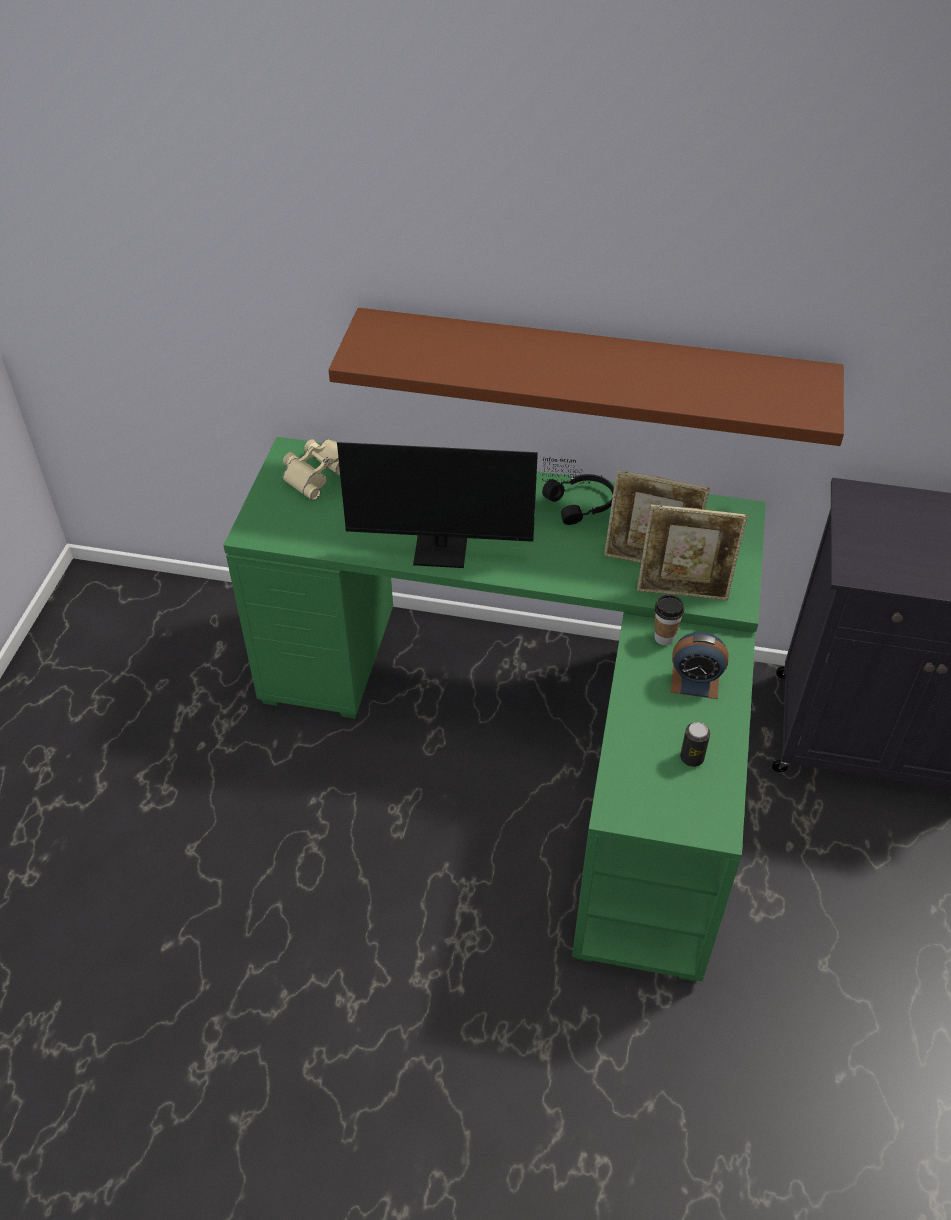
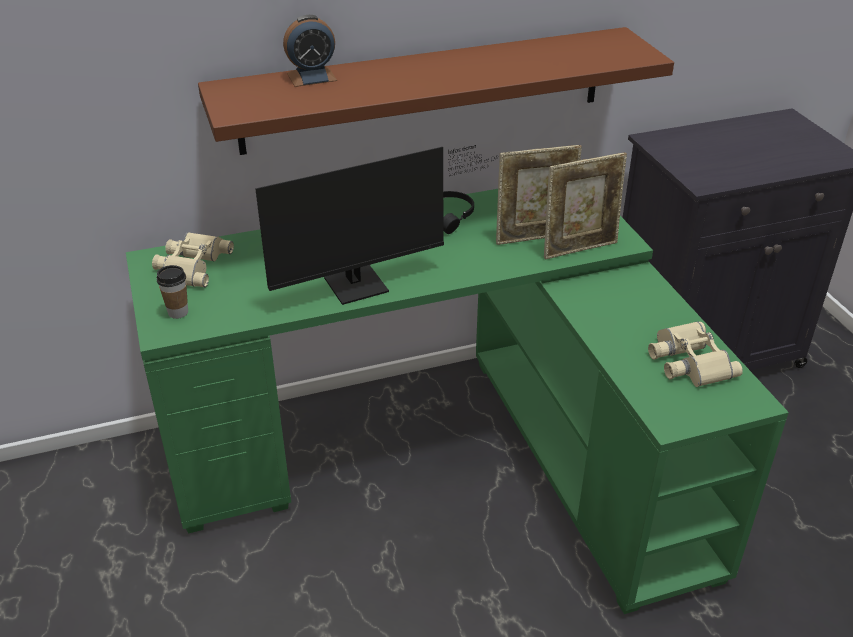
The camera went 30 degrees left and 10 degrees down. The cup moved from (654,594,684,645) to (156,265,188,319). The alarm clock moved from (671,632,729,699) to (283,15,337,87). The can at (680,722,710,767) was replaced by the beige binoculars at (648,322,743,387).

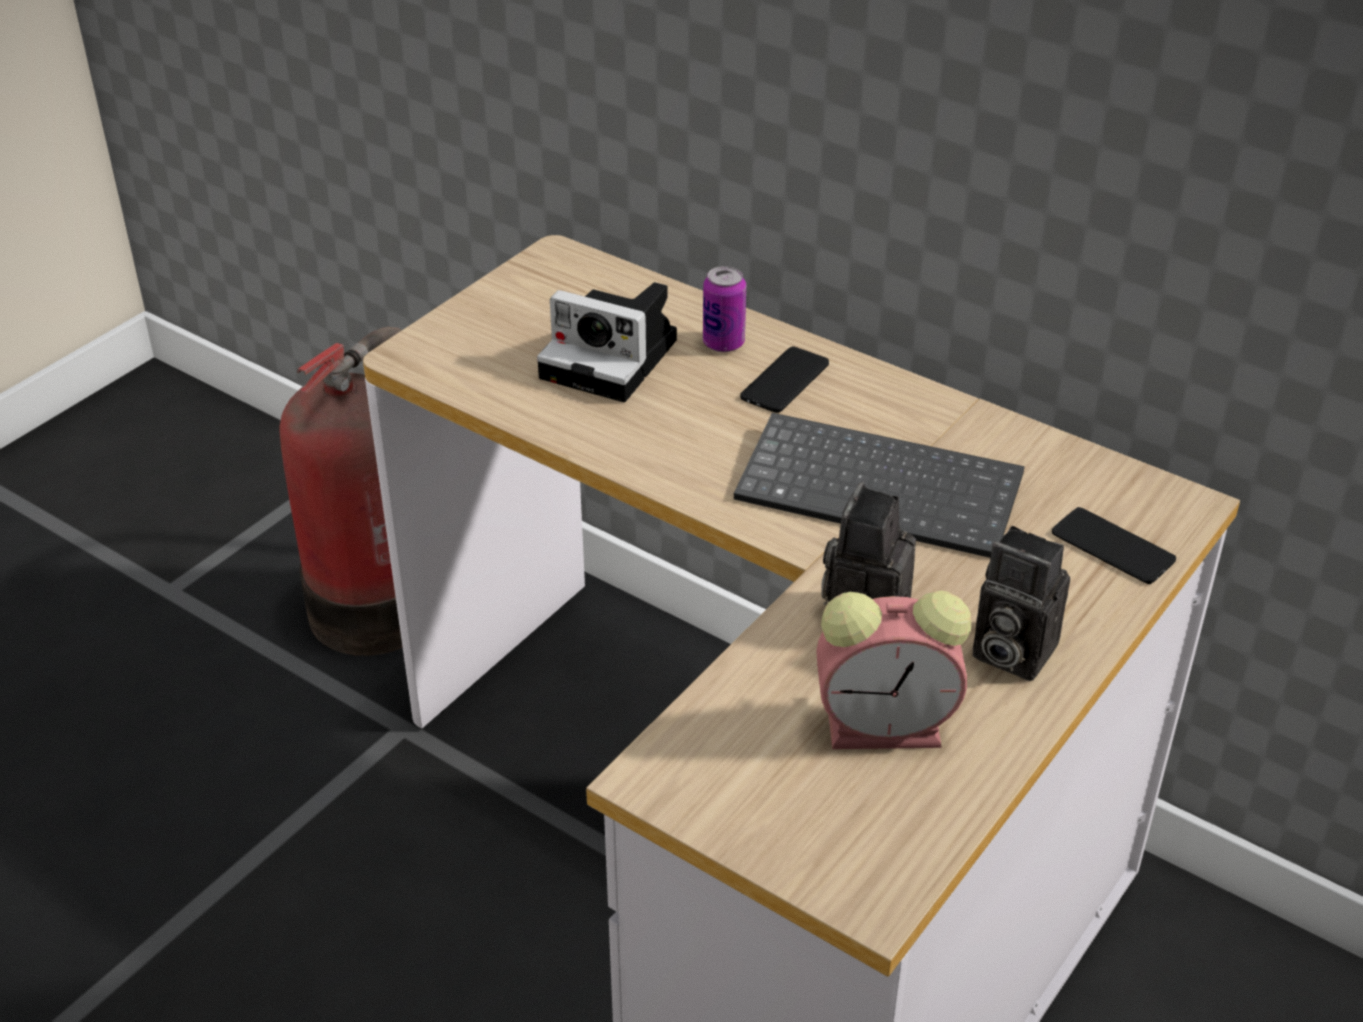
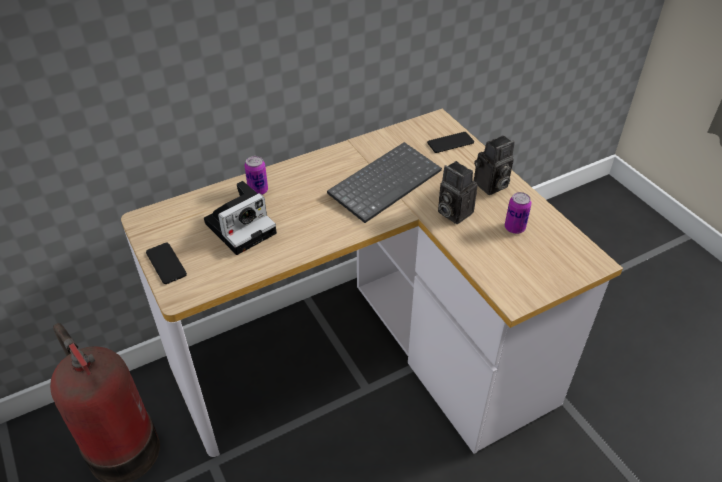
The camera went 65 degrees left and 5 degrees up. The phone moved from (740,346,829,413) to (146,243,187,284). The alarm clock at (817,591,971,749) was replaced by the can at (505,192,532,234).

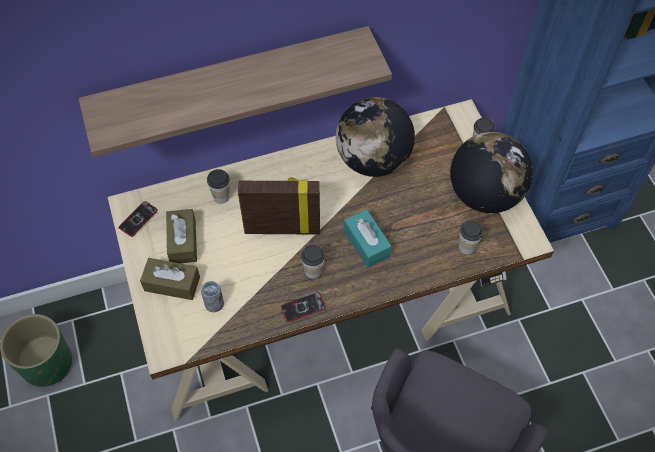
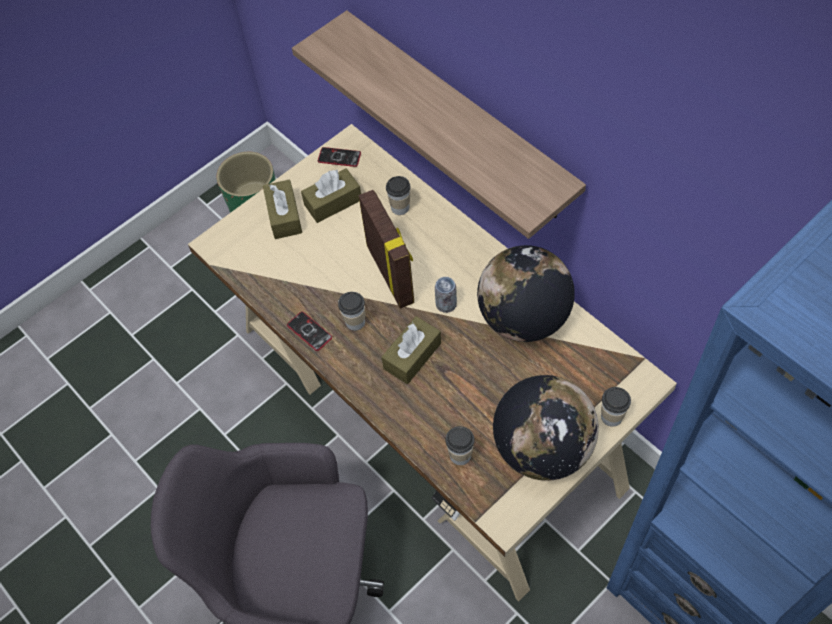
The camera went 70 degrees right and 0 degrees up. The turquoise tissue box at (344,209,392,268) became the brown tissue box at (382,316,441,384). The can moved from (201,281,224,312) to (435,277,457,313).

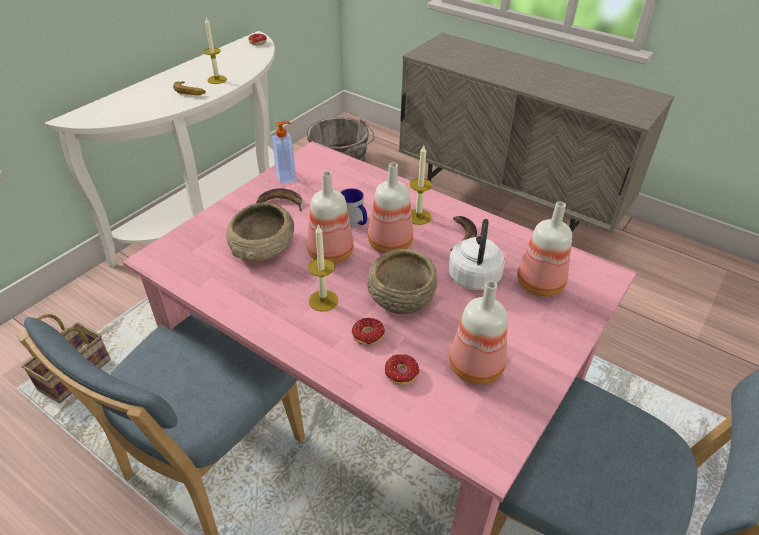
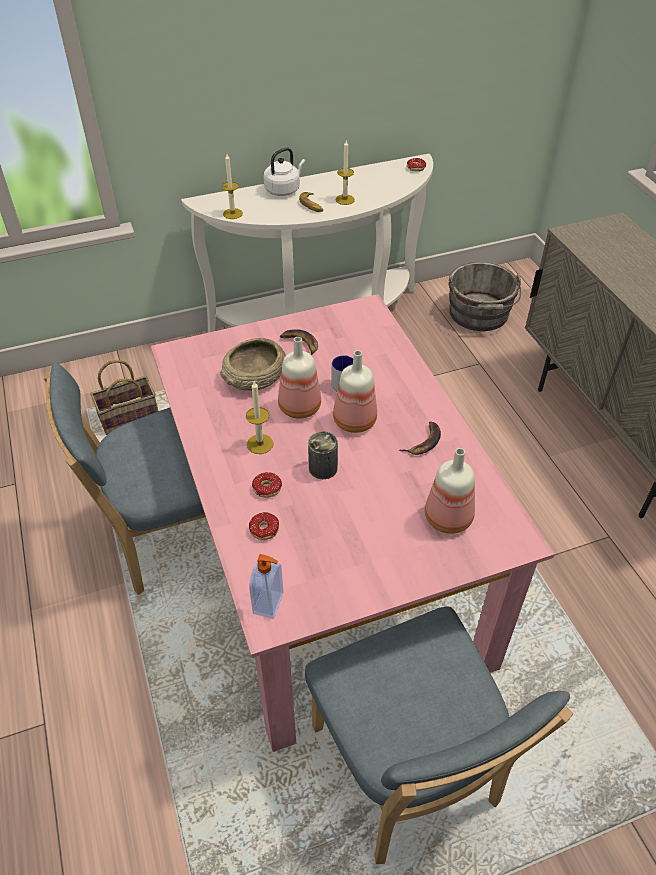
The camera went 35 degrees right and 5 degrees up. The candle moved from (410,145,432,225) to (222,154,243,219). The soap dispenser moved from (272,121,296,184) to (249,554,283,619). The white kettle moved from (449,219,505,290) to (264,147,305,196). The beige bowl at (367,249,437,314) was replaced by the can at (308,432,338,479). The bottle at (449,281,507,385) disappeared.

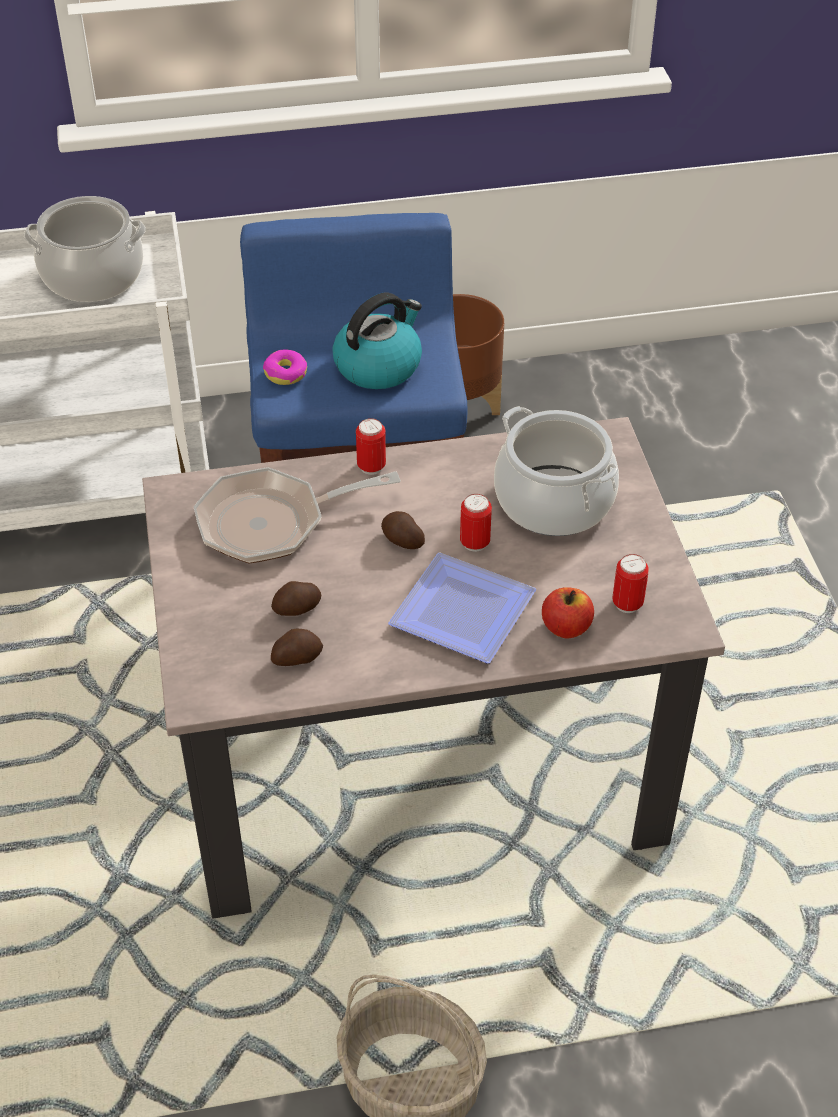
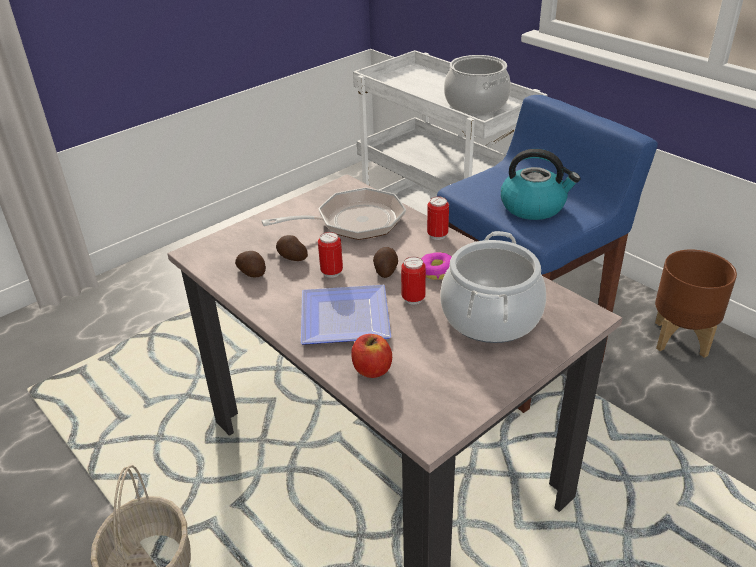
The camera went 60 degrees right and 10 degrees down. The frying pan at (193,467,401,564) turned 120 degrees clockwise. The can moved from (612,554,649,613) to (318,232,343,278). The donut moved from (263,349,307,385) to (421,252,452,280).

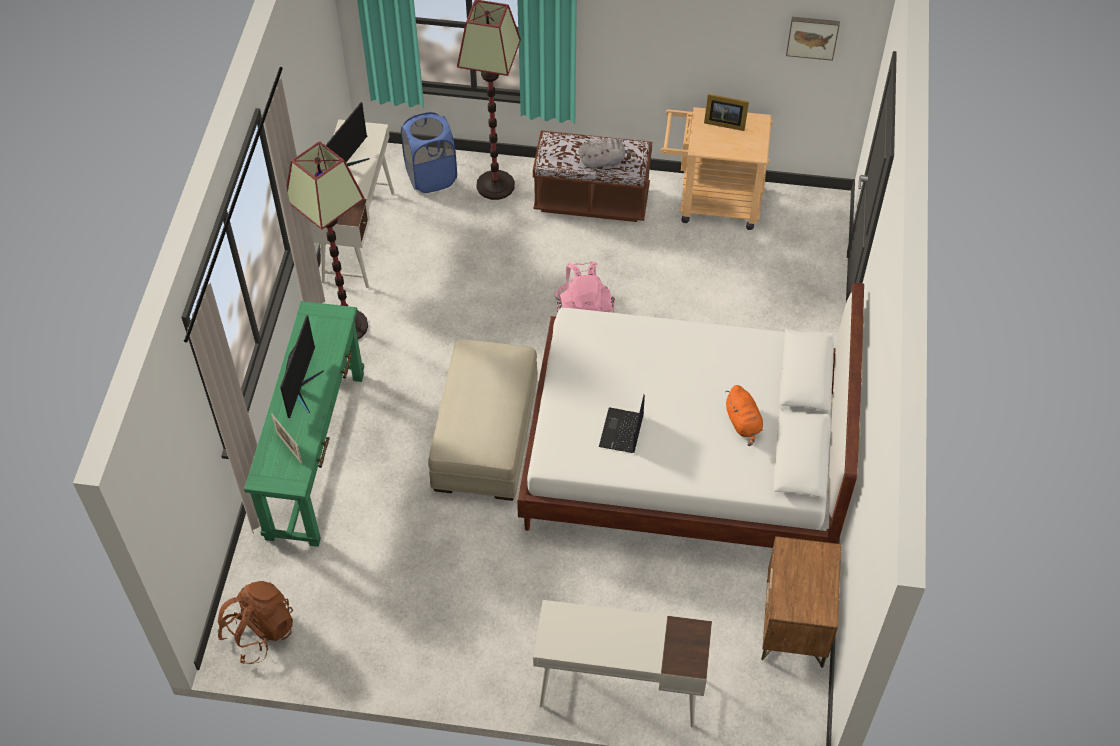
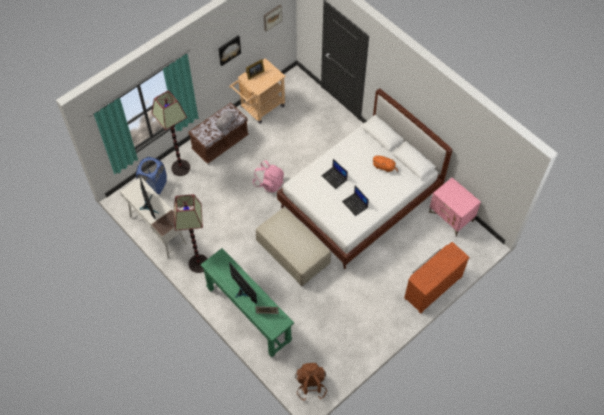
The camera went 50 degrees left and 5 degrees up. The picture at (218,35,241,66) appeared. The laptop at (321,159,348,189) appeared. The white desk at (533,600,712,727) was replaced by the brown dresser at (404,242,470,314). The brown nightstand at (761,536,841,668) became the pink nightstand at (429,178,481,236).

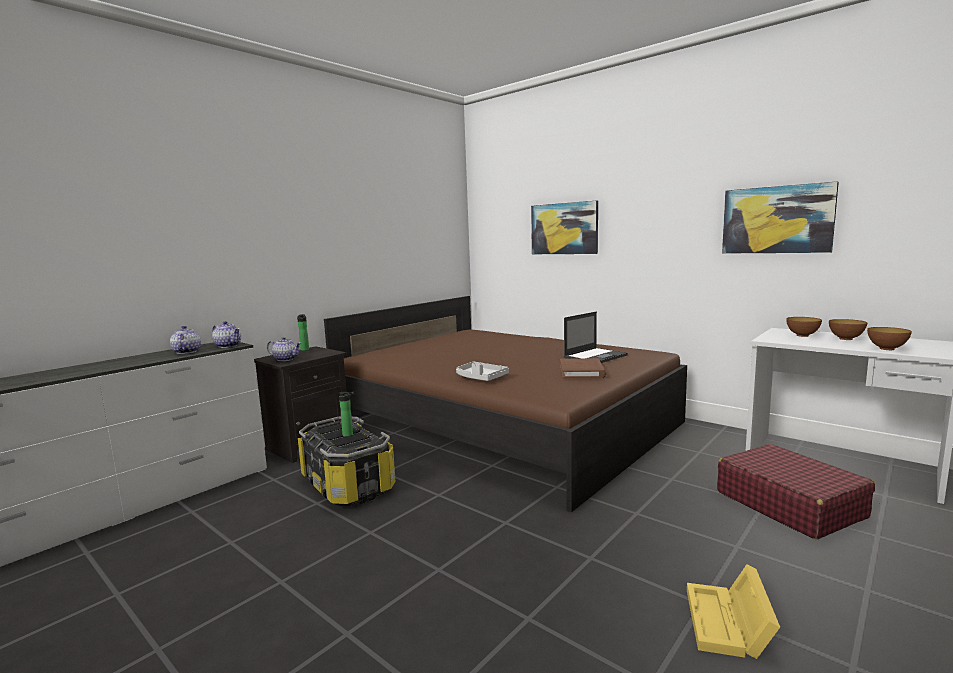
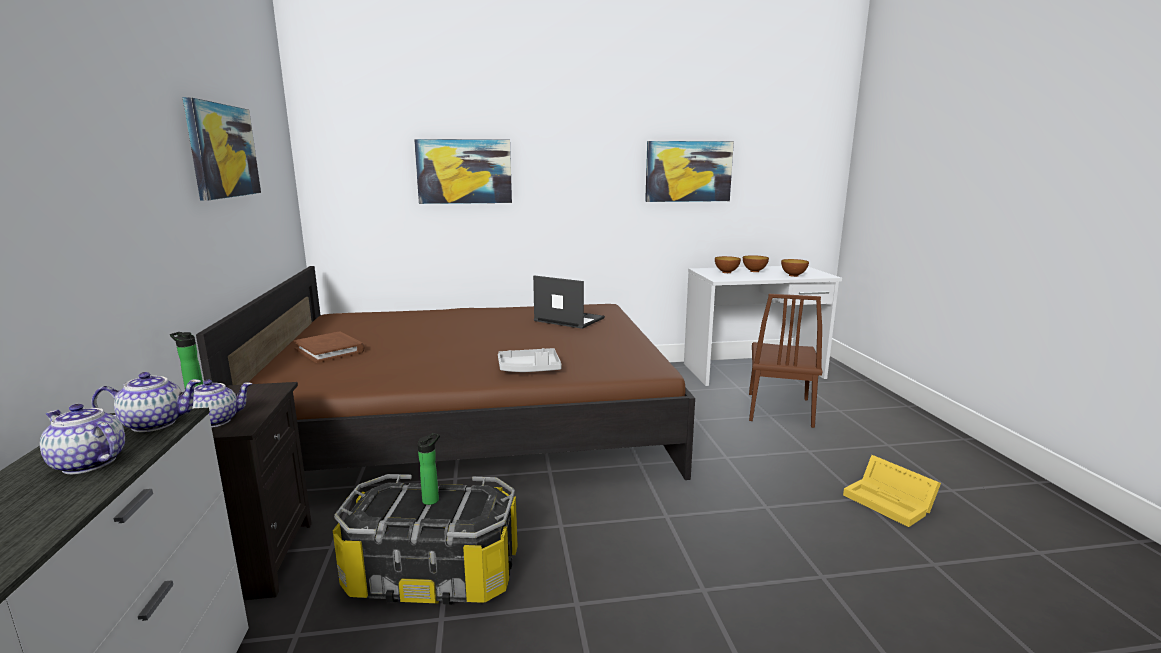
The camera went 50 degrees left and 5 degrees up. The picture at (183,97,261,201) appeared. The brown book moved from (560,358,606,379) to (293,331,365,363). The laptop at (564,312,628,363) turned 60 degrees counterclockwise. The red suitcase at (717,444,875,539) was replaced by the brown chair at (749,294,823,428).

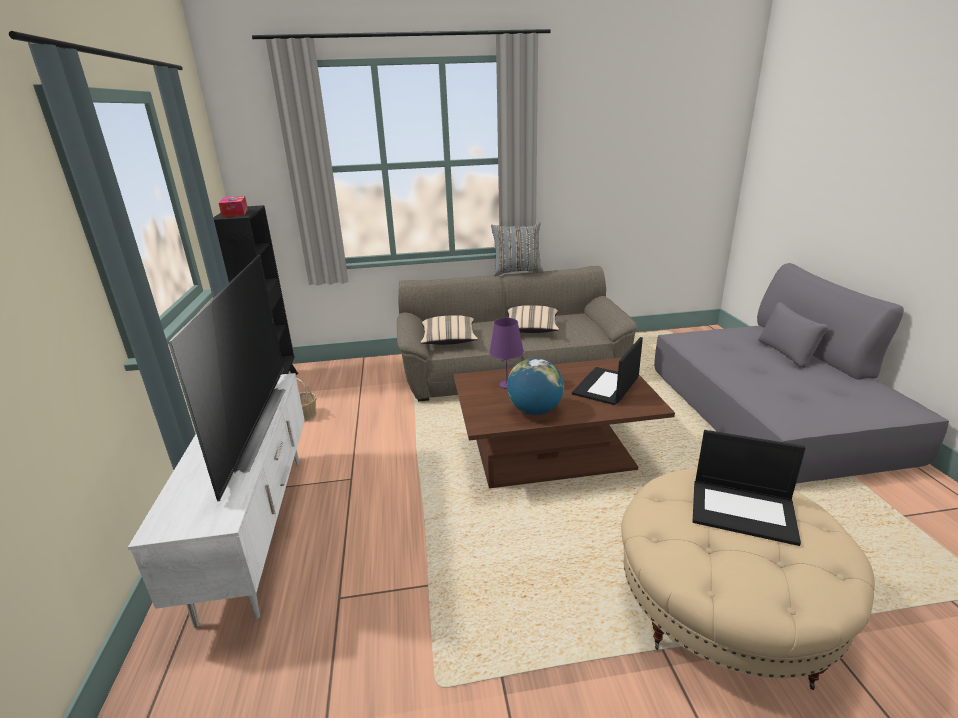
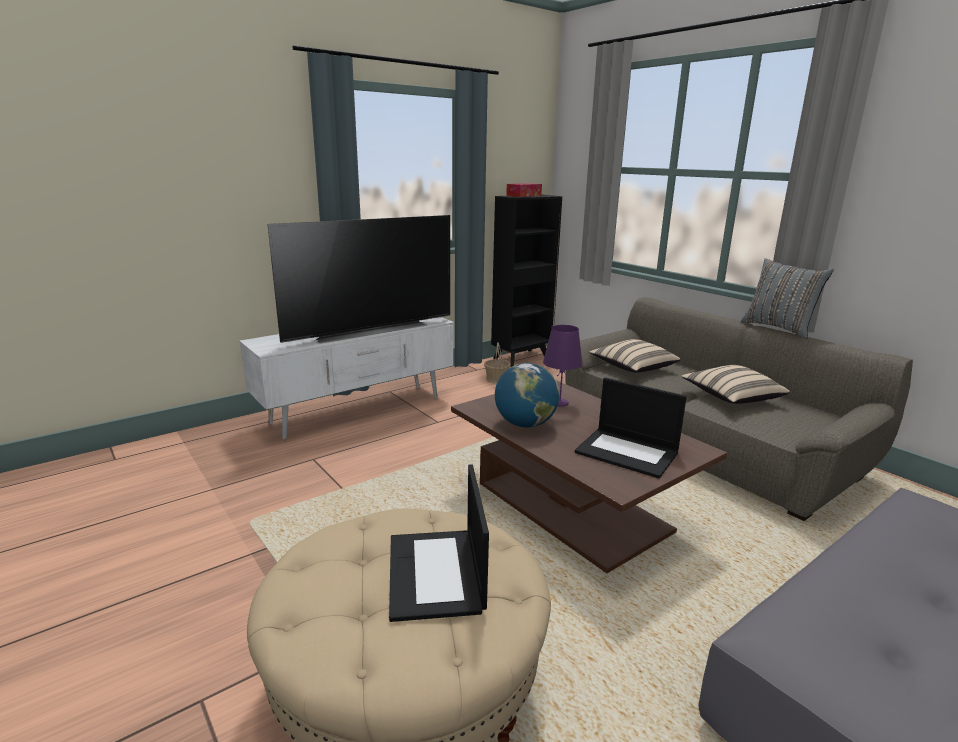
The camera went 60 degrees right and 5 degrees down. The laptop at (572,337,643,405) turned 150 degrees counterclockwise.

